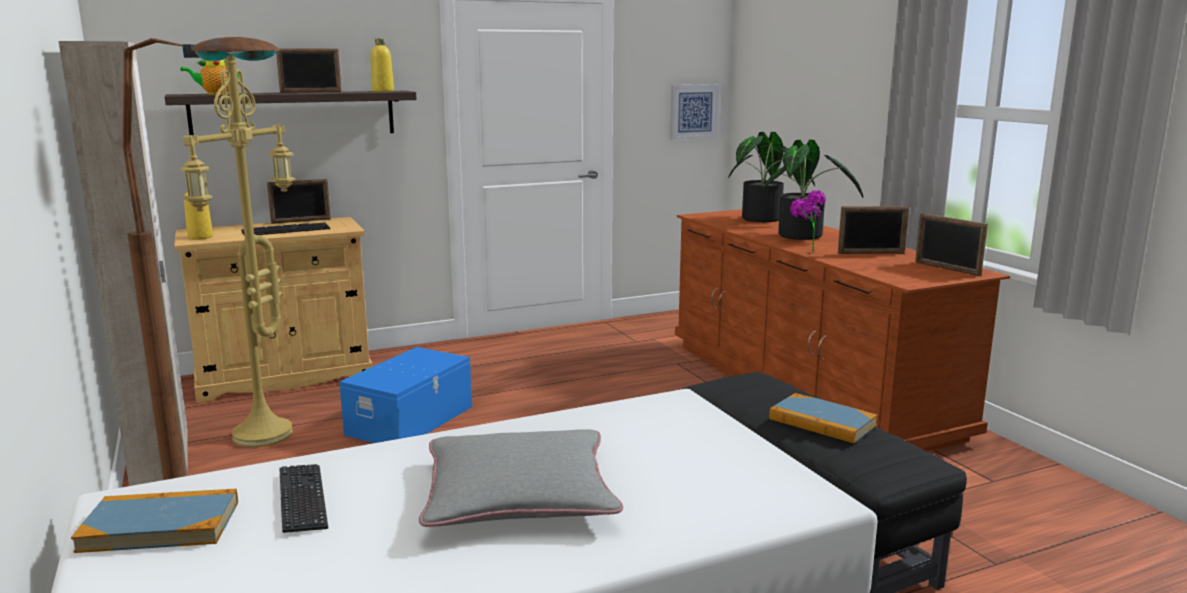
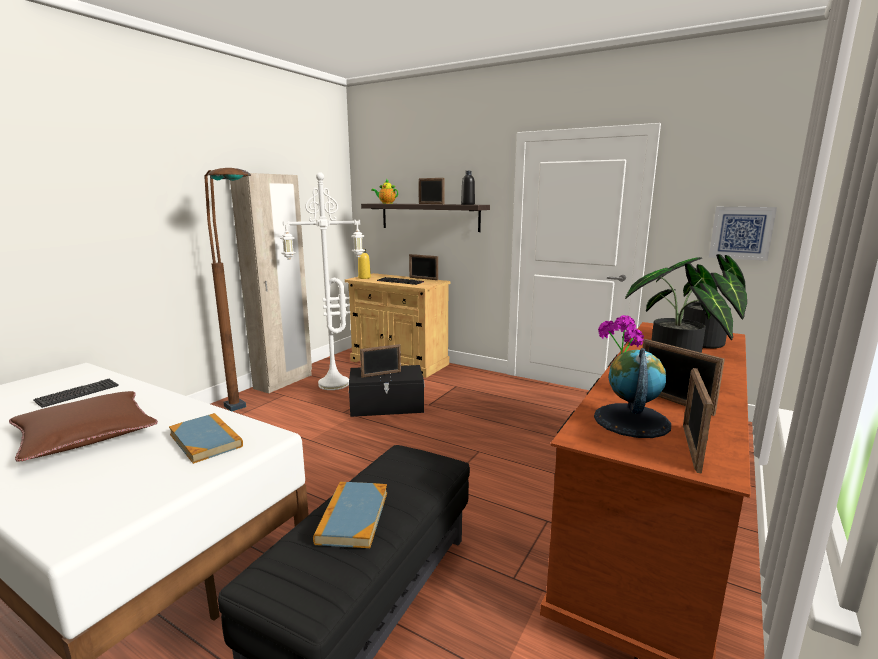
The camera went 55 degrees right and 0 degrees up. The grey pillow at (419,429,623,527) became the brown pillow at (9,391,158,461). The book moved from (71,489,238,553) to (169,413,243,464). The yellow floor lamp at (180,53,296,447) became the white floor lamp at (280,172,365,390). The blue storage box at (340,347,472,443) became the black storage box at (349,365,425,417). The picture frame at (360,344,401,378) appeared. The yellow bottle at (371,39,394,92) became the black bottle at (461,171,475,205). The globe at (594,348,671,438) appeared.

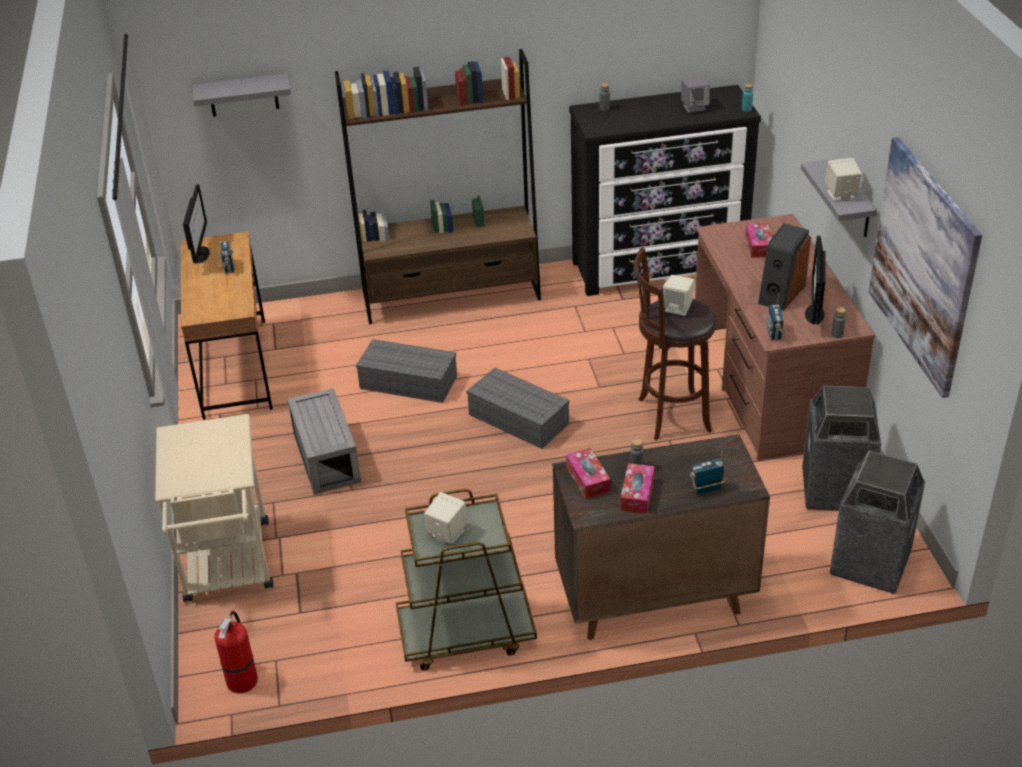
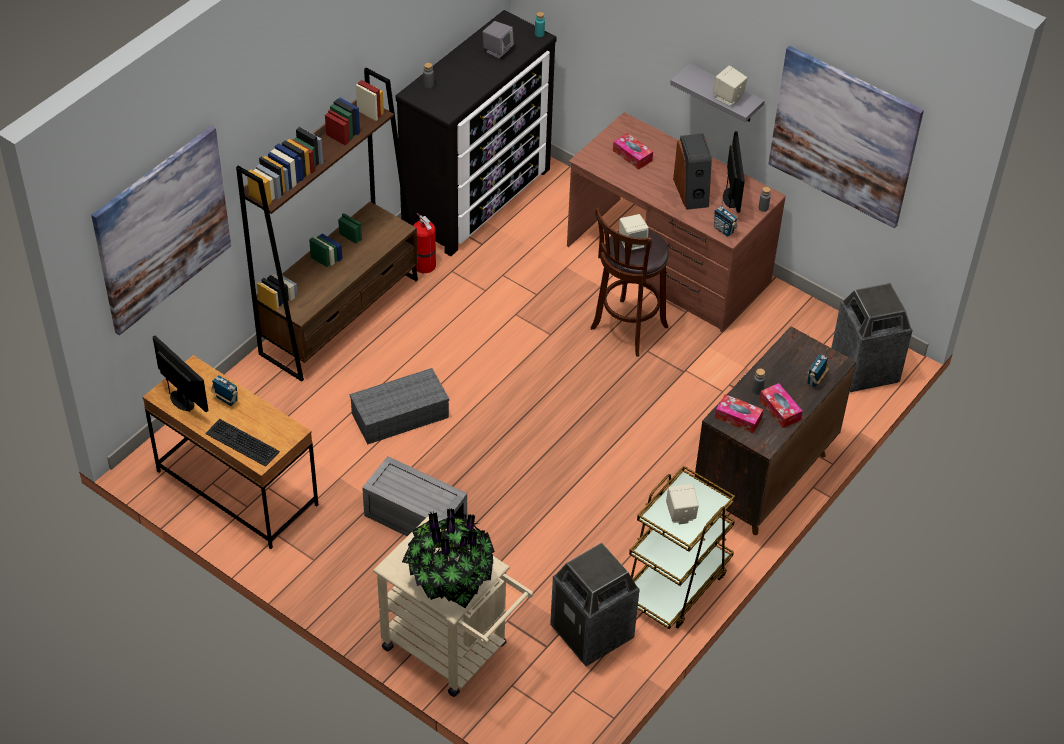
The camera went 45 degrees left and 10 degrees up. The grey shelf at (193,73,291,117) was replaced by the picture at (91,126,231,335). The keyboard at (205,419,280,467) appeared. The potted plant at (402,508,495,608) appeared. The fire extinguisher moved from (214,611,258,693) to (413,213,436,273). The trash can moved from (802,386,881,511) to (550,543,640,666). The monitor at (805,235,825,325) turned 150 degrees counterclockwise. The grey storage box at (466,368,570,449) disappeared.

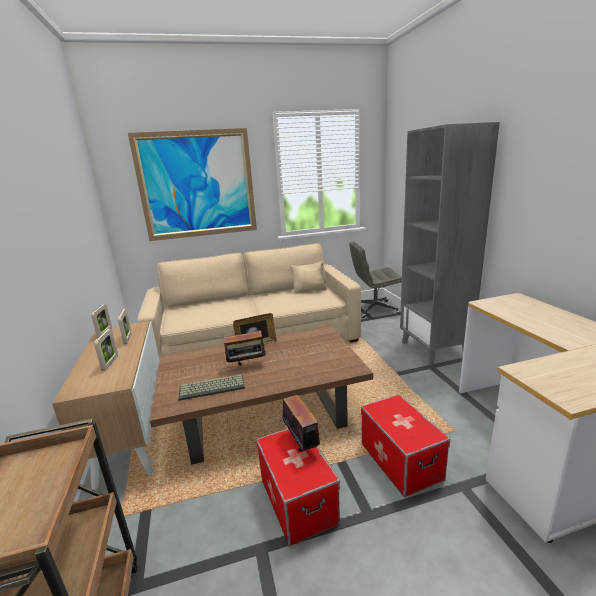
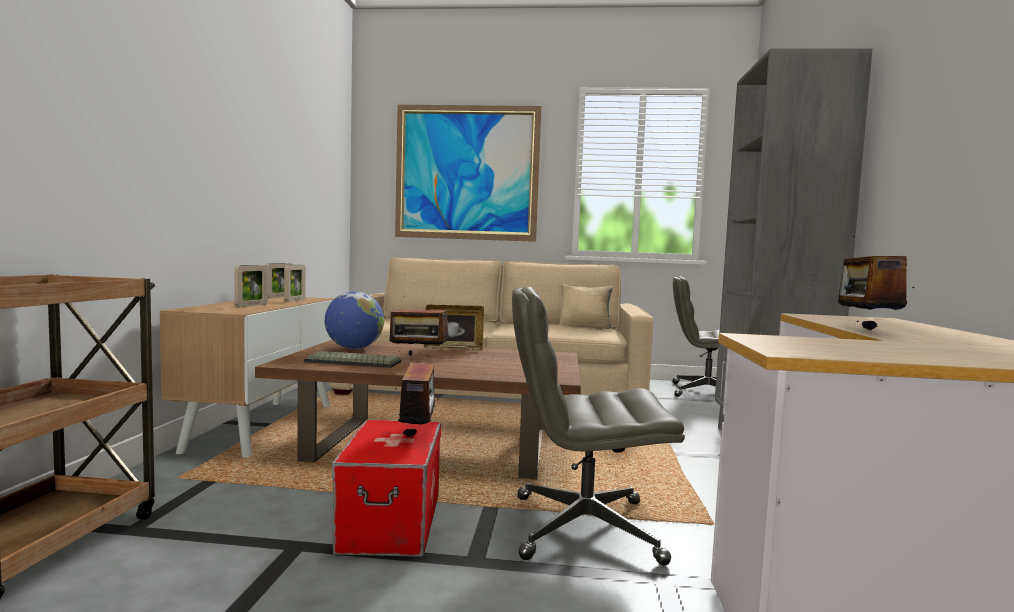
The camera went 20 degrees right and 15 degrees down. The globe at (324,291,384,349) appeared. The storage box at (361,394,450,497) was replaced by the grey office chair at (512,287,685,566). The radio at (838,236,914,330) appeared.

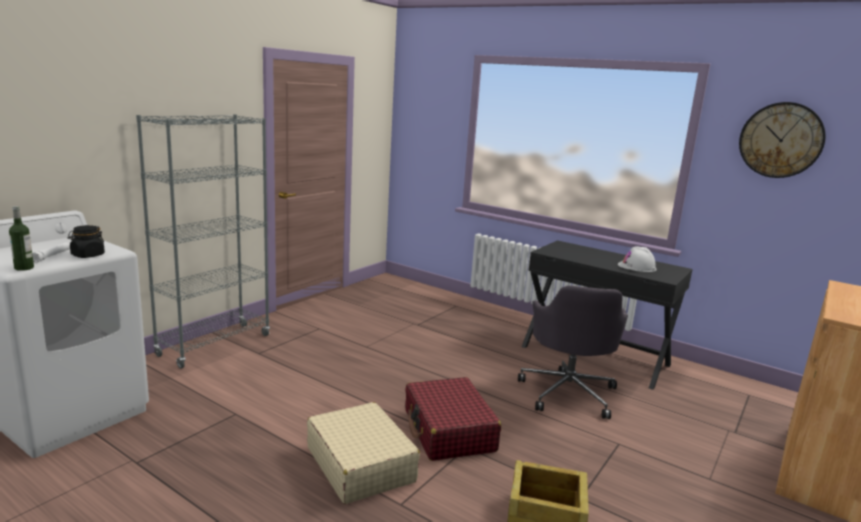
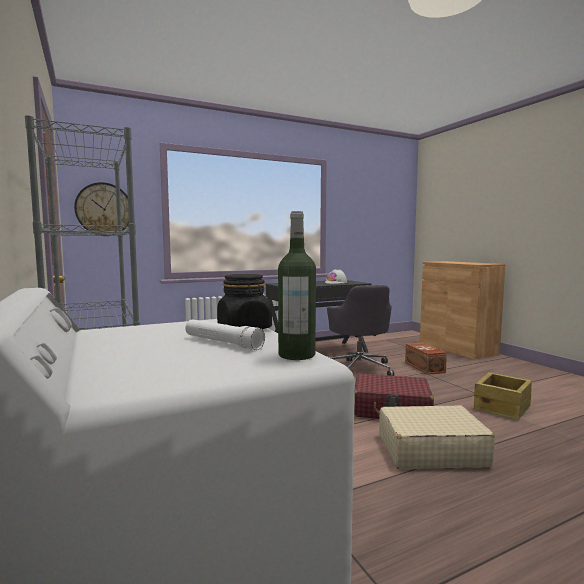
The camera went 60 degrees left and 10 degrees down. The wall clock moved from (739,102,826,178) to (74,182,129,235). The grey office chair at (518,285,628,419) turned 45 degrees clockwise. The brown storage box at (405,343,447,375) appeared.

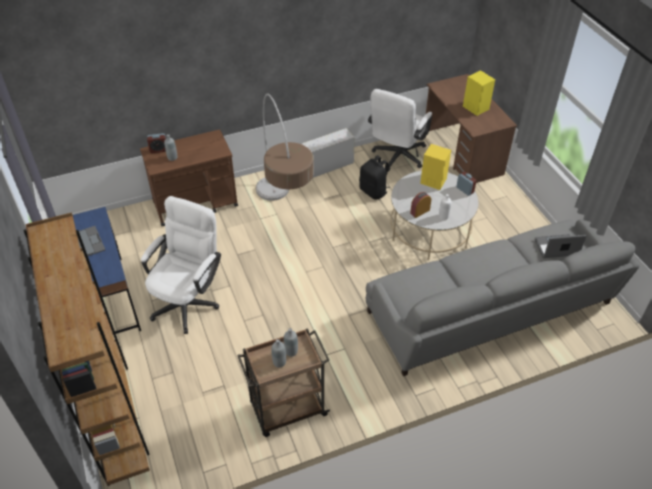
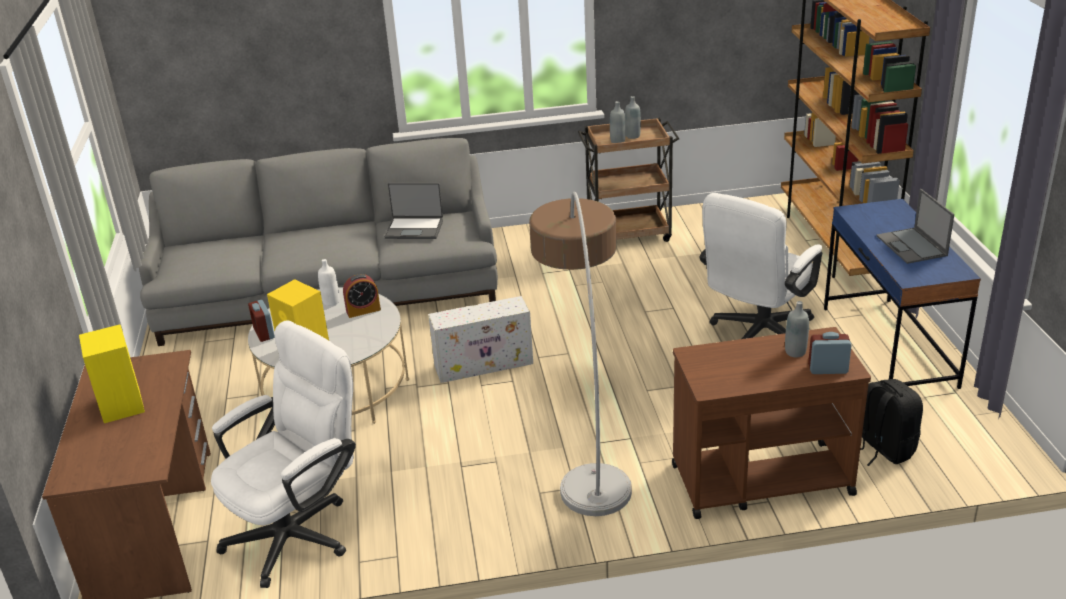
The camera went 165 degrees left and 15 degrees down. The laptop moved from (535,234,586,258) to (384,183,443,239). The white storage box moved from (302,128,355,178) to (428,296,533,383). The black backpack moved from (359,155,390,200) to (860,379,923,466).

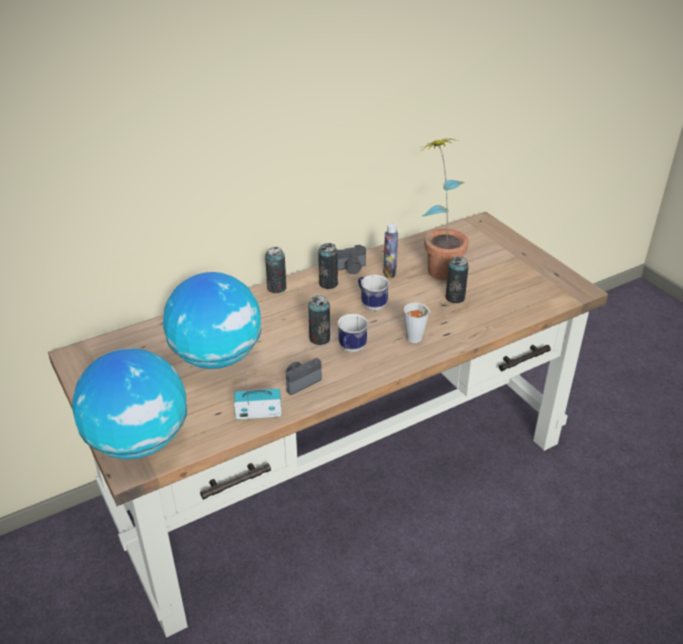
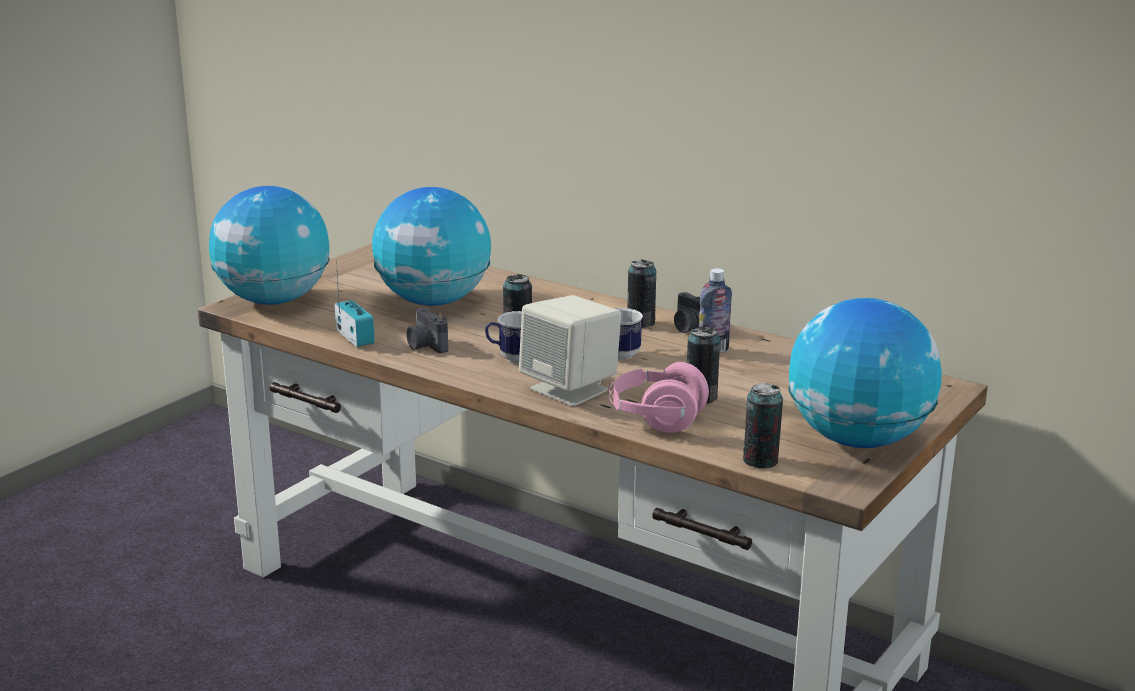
The camera went 65 degrees right and 15 degrees down. The photo camera at (286,358,322,395) turned 150 degrees counterclockwise. The grey cup at (404,303,432,343) was replaced by the beige speaker at (519,295,621,406). The pink headphones at (609,362,709,433) appeared. The can moved from (265,247,286,293) to (743,383,783,468). The globe at (788,298,942,448) appeared. The potted plant at (418,138,469,280) disappeared.

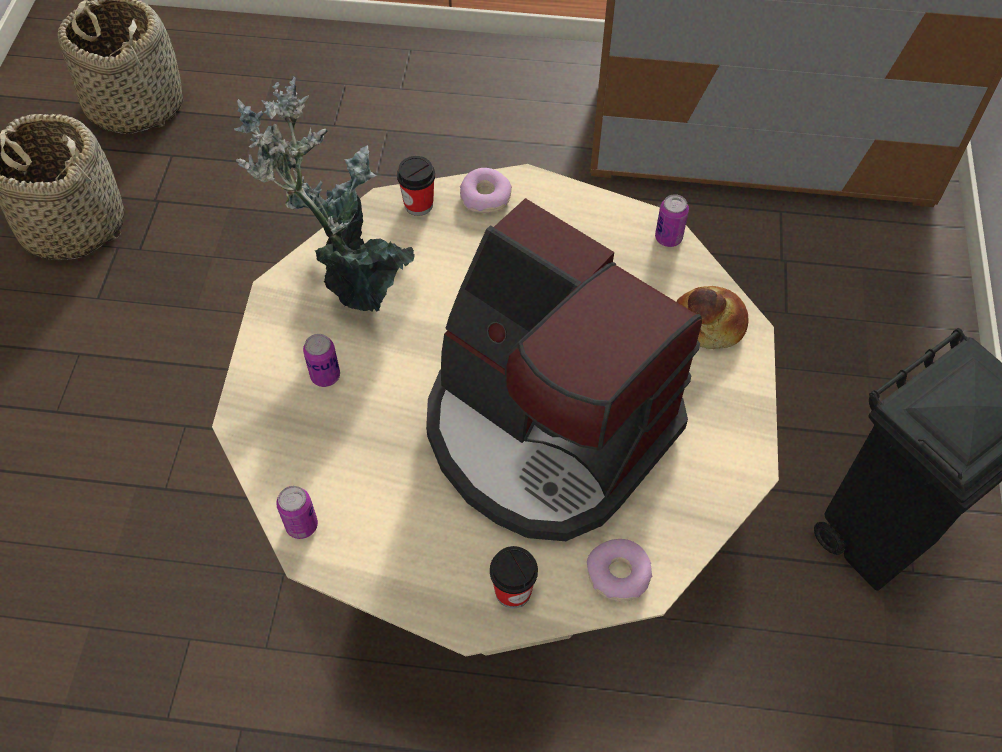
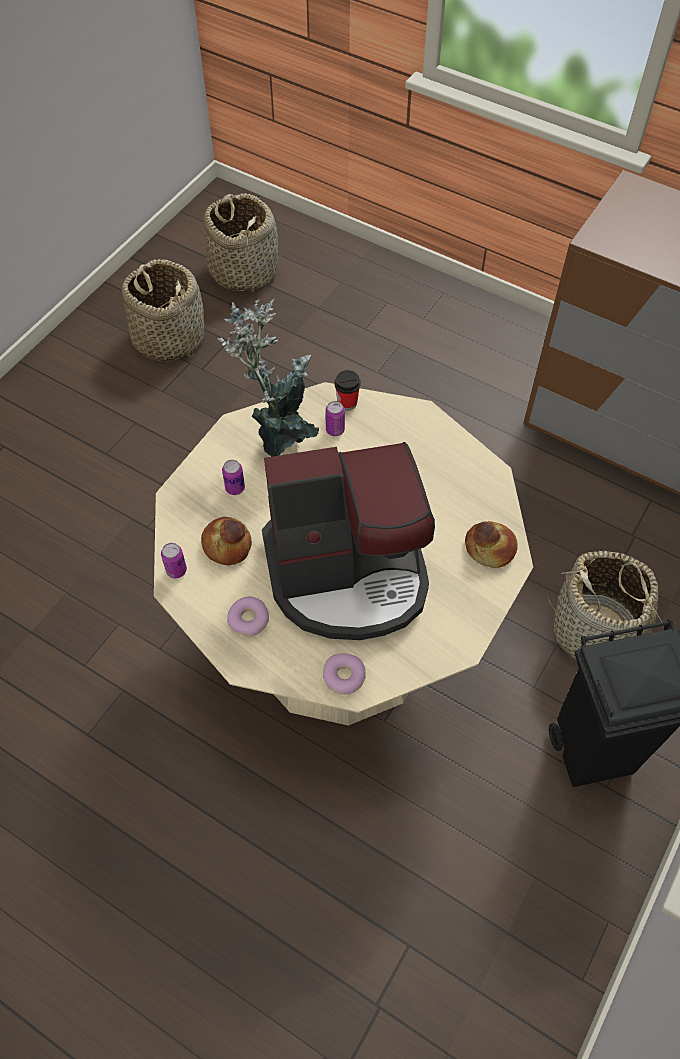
The camera went 25 degrees right and 0 degrees up. The bread at (201,517,252,565) appeared. The donut moved from (460,168,512,213) to (227,597,269,636). The coffee machine at (426,198,702,541) turned 75 degrees counterclockwise. The can moved from (655,194,689,247) to (325,401,345,436). The basket at (548,551,662,661) appeared. The cup at (490,546,538,608) disappeared.

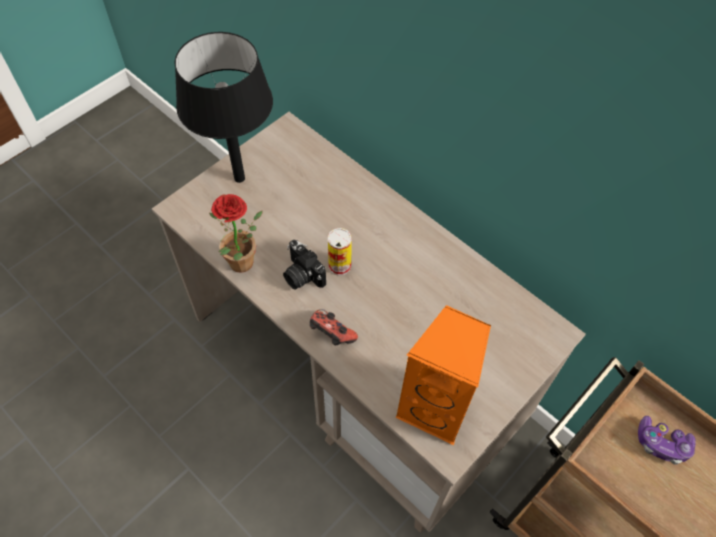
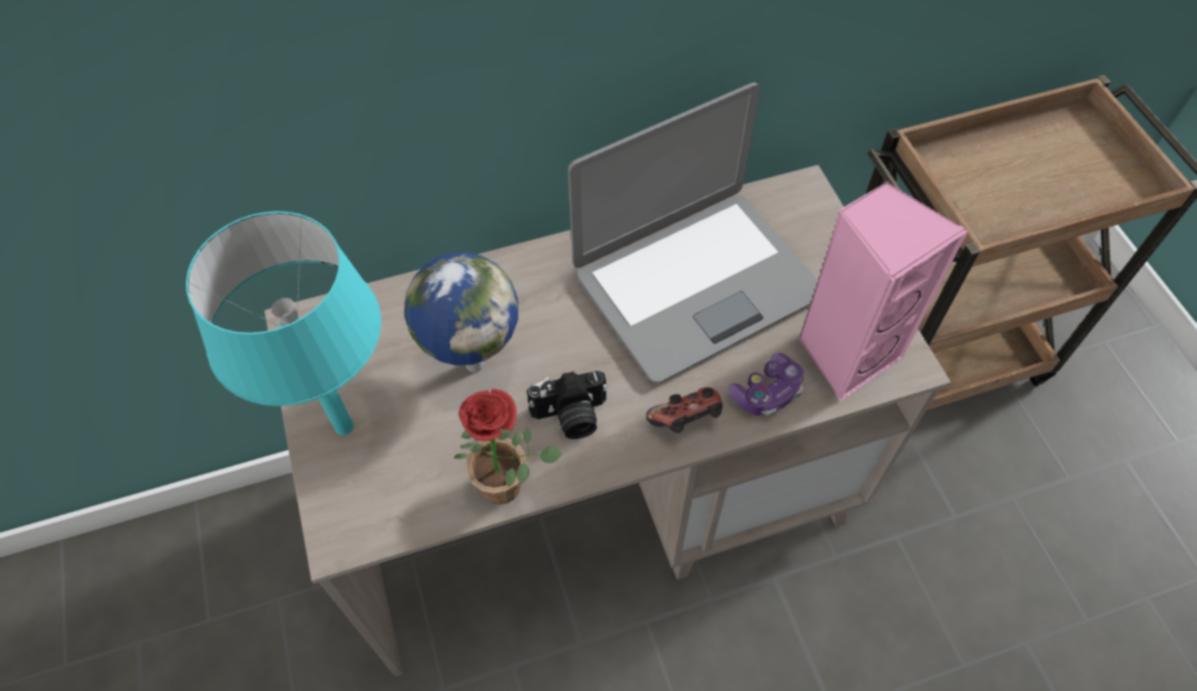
The camera went 60 degrees left and 0 degrees up. The black table lamp at (175,32,273,183) became the turquoise table lamp at (186,211,381,435). The globe at (404,252,518,372) appeared. The laptop at (568,83,818,383) appeared. The game controller moved from (638,416,696,465) to (728,353,804,416). The orange speaker at (395,305,491,445) became the pink speaker at (798,181,968,401). The can at (328,228,352,275) disappeared.

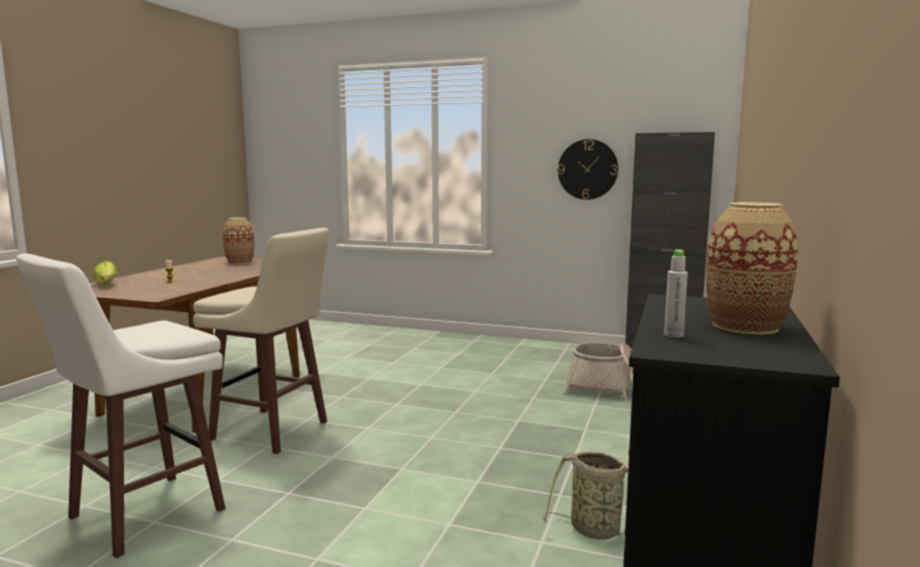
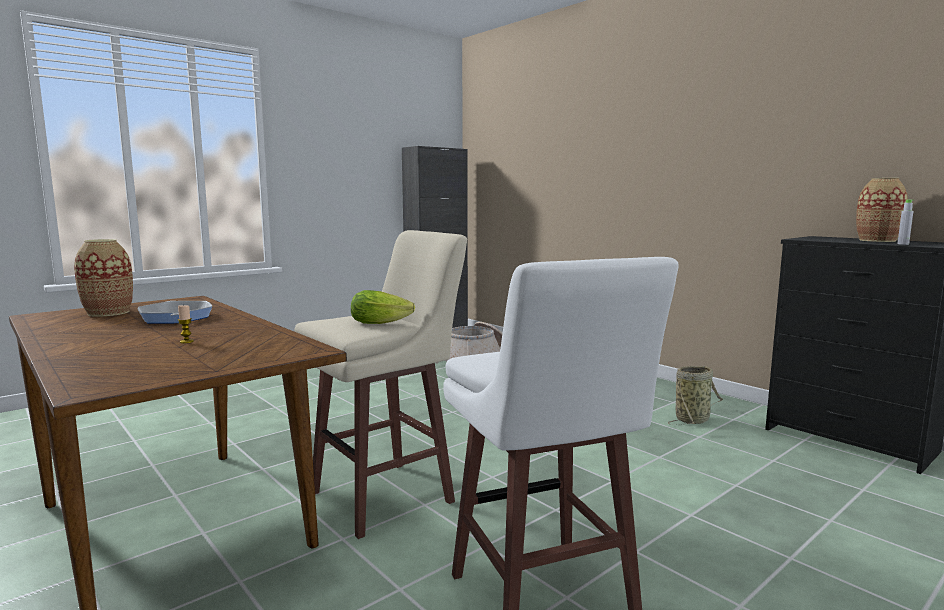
The camera went 60 degrees left and 0 degrees up. The frying pan at (138,301,212,324) appeared. The lettuce moved from (93,261,117,285) to (351,290,415,324). The wall clock at (558,139,618,200) disappeared.

